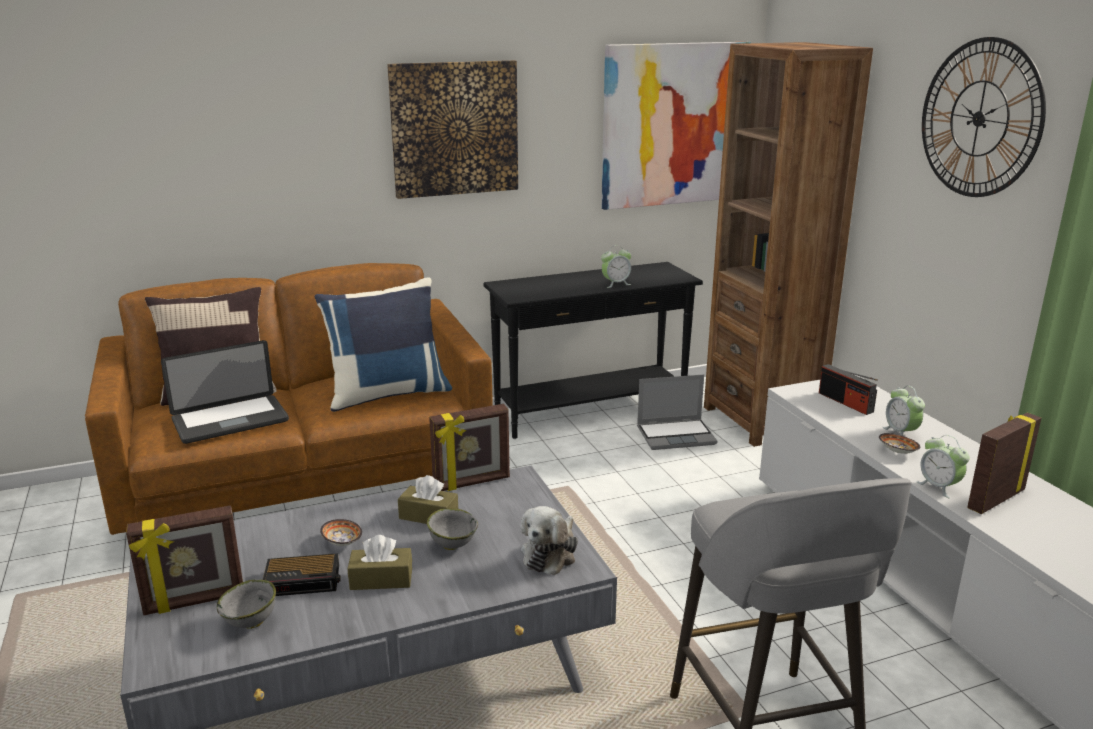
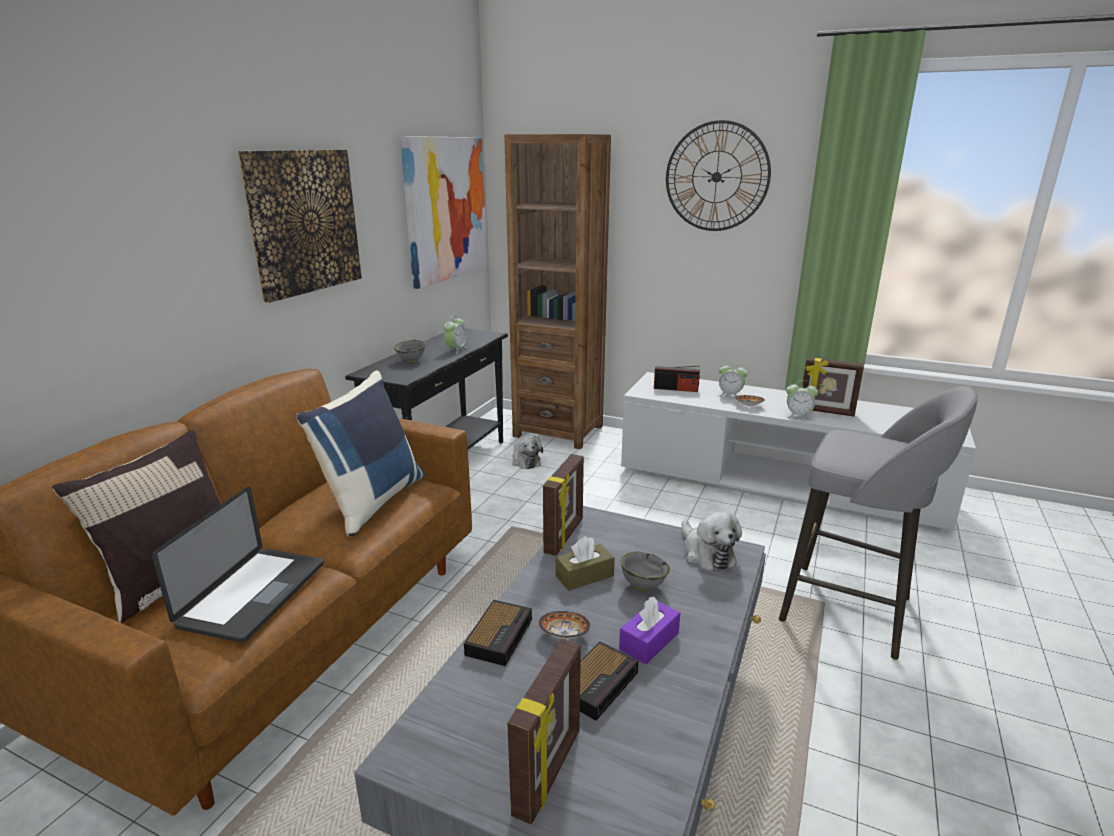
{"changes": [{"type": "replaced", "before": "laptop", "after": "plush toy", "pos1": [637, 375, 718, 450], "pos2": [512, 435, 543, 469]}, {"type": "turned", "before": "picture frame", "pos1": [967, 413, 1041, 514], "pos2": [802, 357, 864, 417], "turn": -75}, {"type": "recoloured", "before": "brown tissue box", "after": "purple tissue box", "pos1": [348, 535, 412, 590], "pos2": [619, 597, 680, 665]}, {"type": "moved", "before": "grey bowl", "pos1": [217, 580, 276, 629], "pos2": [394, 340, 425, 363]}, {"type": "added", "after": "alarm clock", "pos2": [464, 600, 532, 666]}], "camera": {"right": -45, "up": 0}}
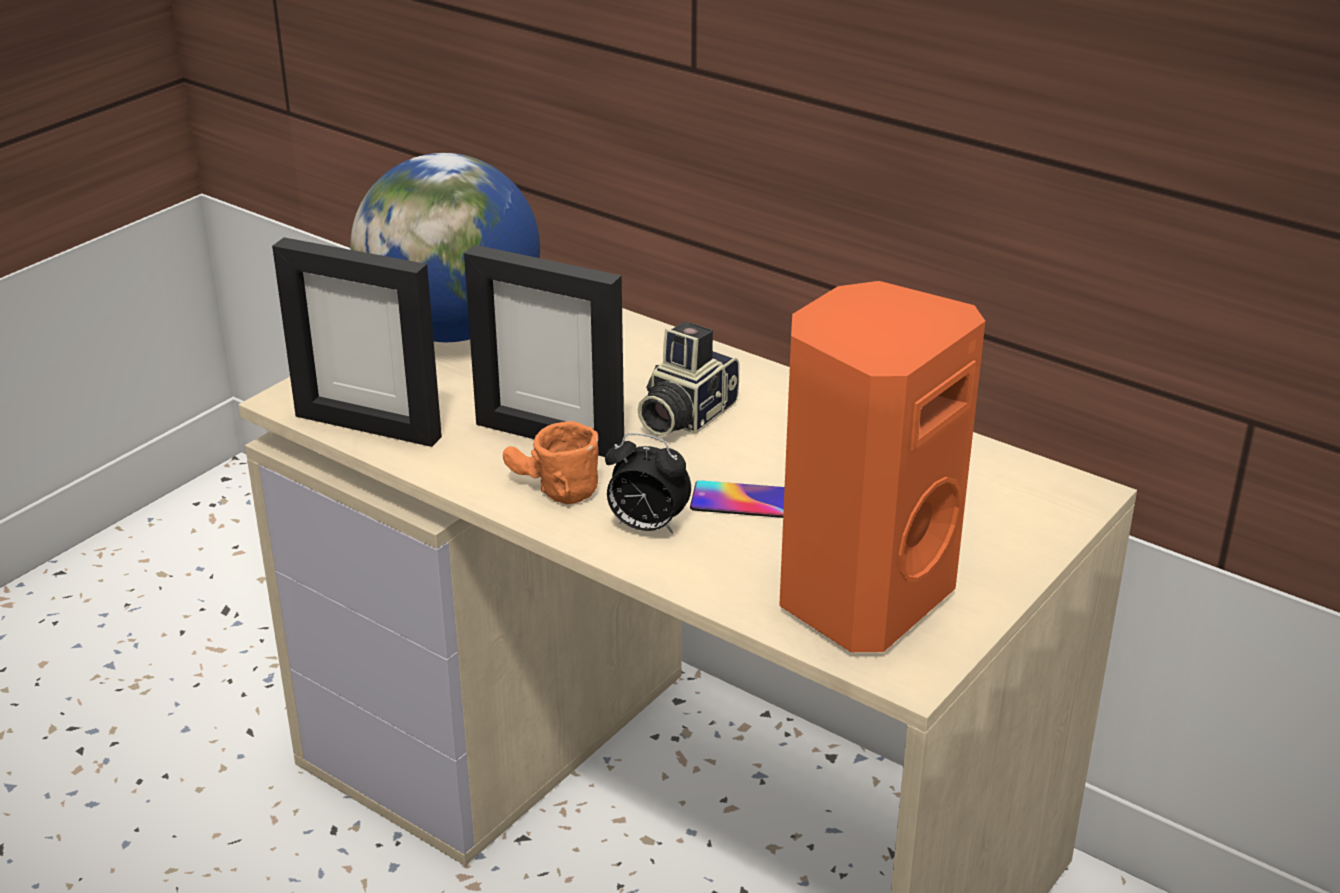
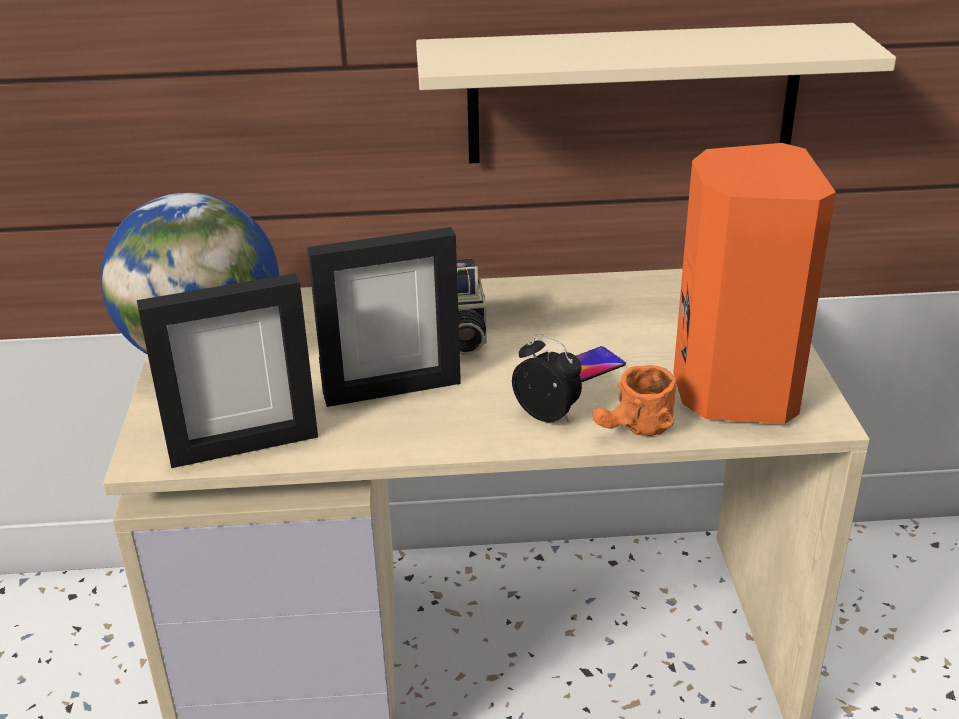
{"changes": [{"type": "moved", "before": "orange mug", "pos1": [503, 421, 598, 504], "pos2": [592, 365, 677, 436]}, {"type": "turned", "before": "alarm clock", "pos1": [605, 433, 691, 534], "pos2": [512, 334, 582, 422], "turn": -120}, {"type": "added", "after": "beige shelf", "pos2": [416, 23, 896, 163]}], "camera": {"right": -40, "up": 0}}
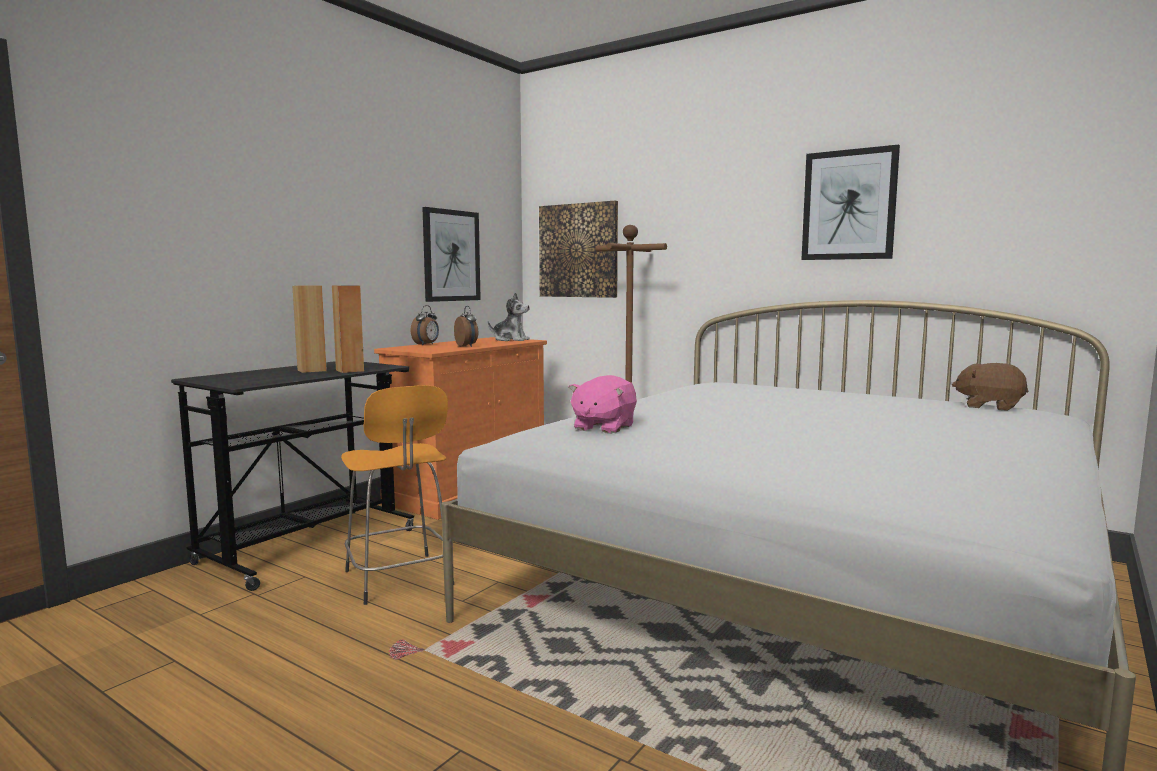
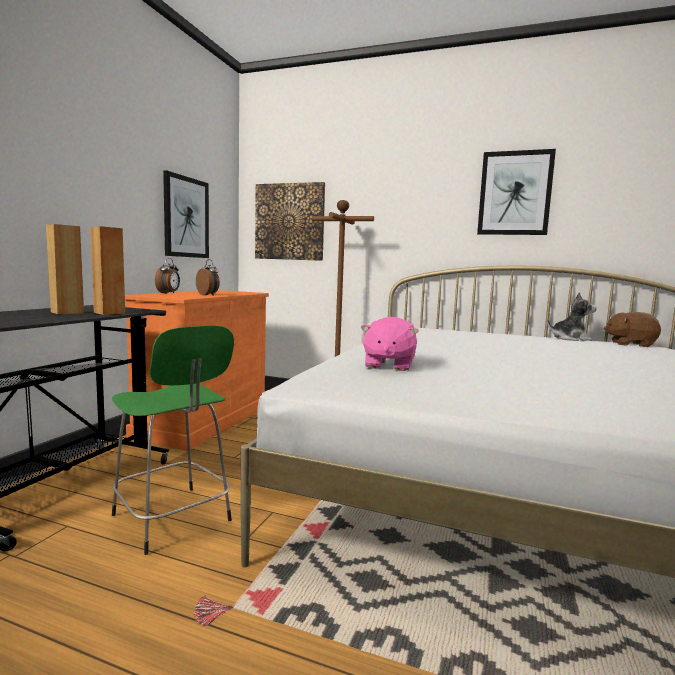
{"changes": [{"type": "moved", "before": "plush toy", "pos1": [488, 292, 530, 341], "pos2": [547, 293, 597, 341]}, {"type": "recoloured", "before": "orange stool", "after": "green stool", "pos1": [341, 385, 454, 605], "pos2": [112, 325, 234, 555]}], "camera": {"right": -15, "up": 0}}
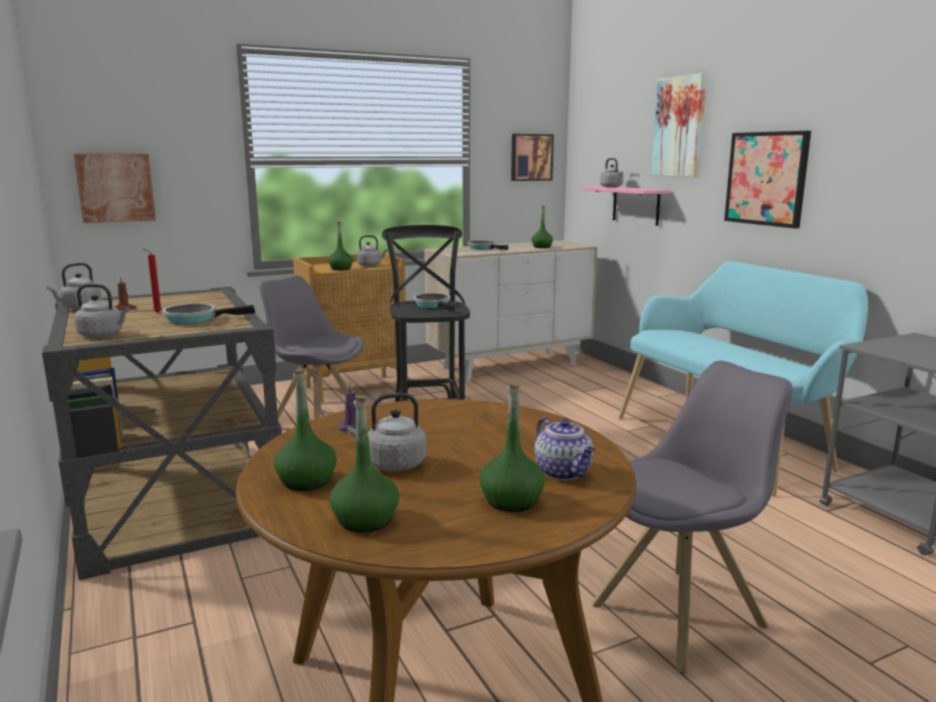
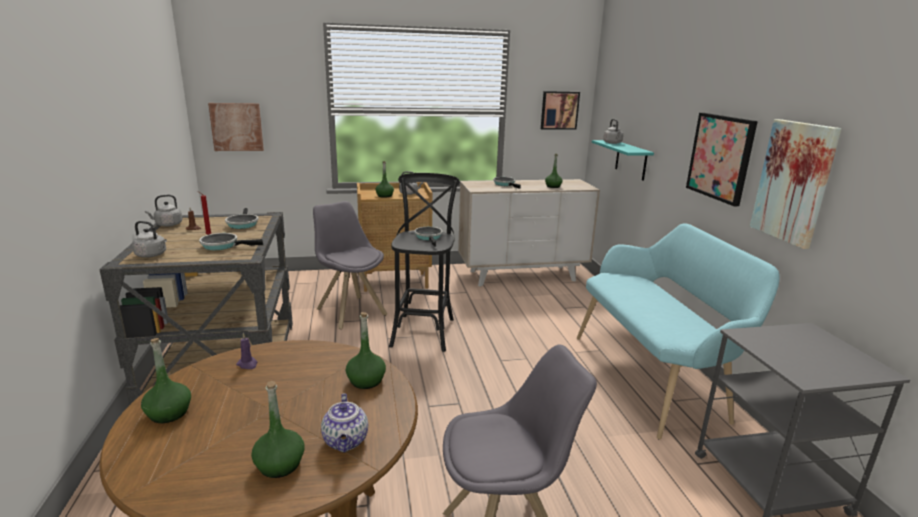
{"changes": [{"type": "moved", "before": "picture", "pos1": [651, 73, 707, 177], "pos2": [750, 119, 842, 249]}, {"type": "recoloured", "before": "pink shelf", "after": "turquoise shelf", "pos1": [583, 186, 670, 226], "pos2": [592, 140, 654, 181]}, {"type": "removed", "before": "grey kettle", "pos1": [348, 393, 426, 471]}, {"type": "moved", "before": "green bottle", "pos1": [330, 395, 399, 533], "pos2": [346, 312, 386, 389]}, {"type": "added", "after": "frying pan", "pos2": [225, 208, 259, 229]}], "camera": {"right": 15, "up": 5}}
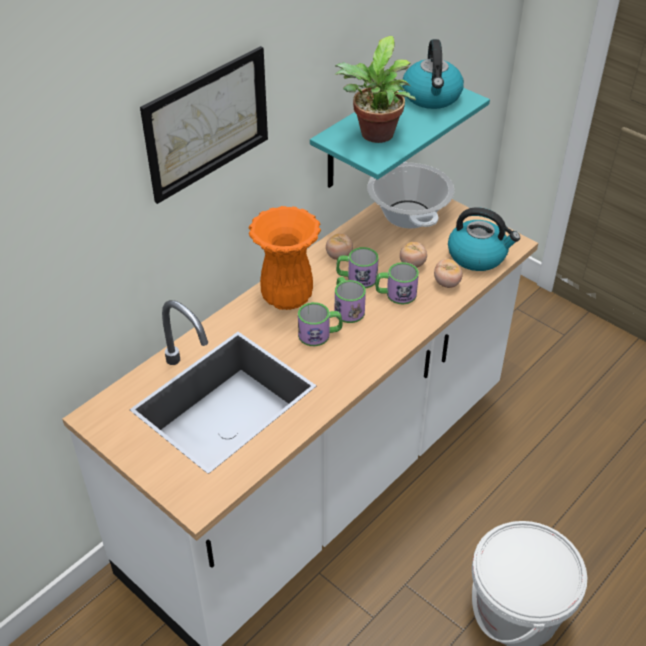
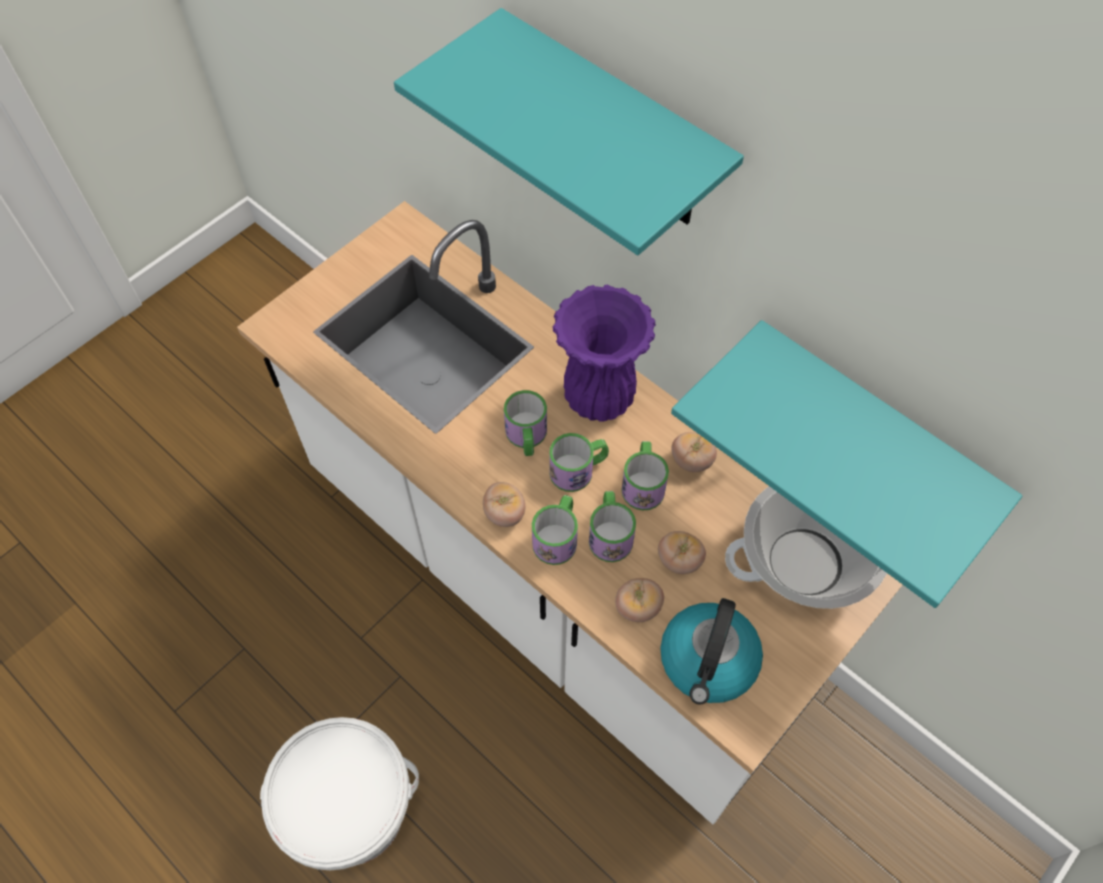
{"changes": [{"type": "removed", "before": "potted plant", "pos1": [335, 36, 416, 143]}, {"type": "removed", "before": "kettle", "pos1": [402, 39, 464, 109]}, {"type": "replaced", "before": "picture", "after": "turquoise shelf", "pos1": [140, 46, 268, 204], "pos2": [394, 8, 744, 255]}, {"type": "recoloured", "before": "orange vase", "after": "purple vase", "pos1": [249, 206, 321, 310], "pos2": [553, 285, 656, 422]}, {"type": "added", "after": "tomato", "pos2": [483, 482, 525, 527]}, {"type": "added", "after": "mug", "pos2": [532, 495, 578, 565]}], "camera": {"right": 90, "up": 15}}
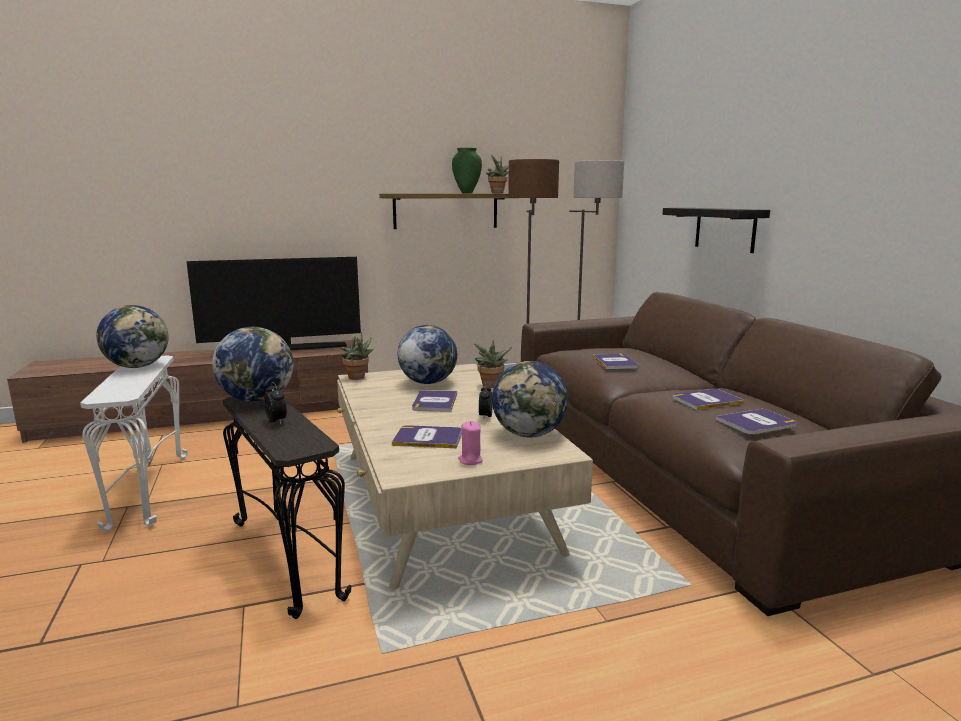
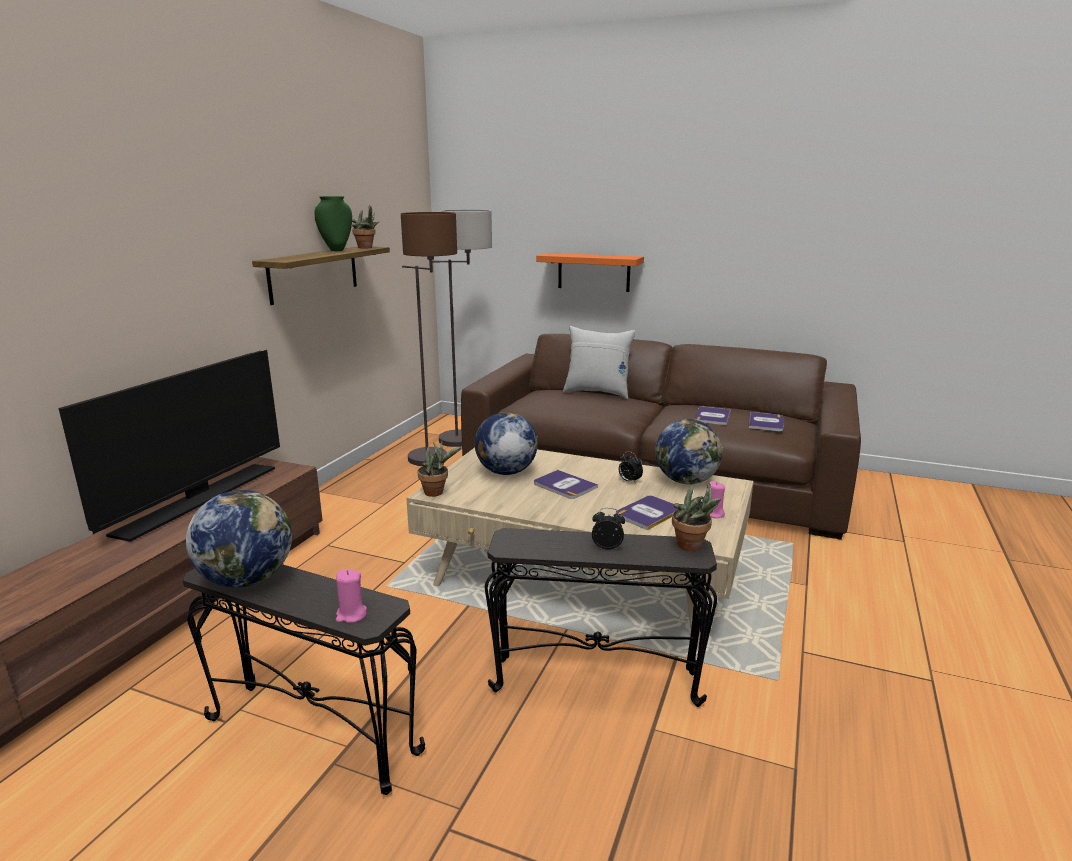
{"changes": [{"type": "recoloured", "before": "black shelf", "after": "orange shelf", "pos1": [662, 208, 770, 253], "pos2": [536, 253, 644, 292]}, {"type": "removed", "before": "globe", "pos1": [212, 327, 293, 402]}, {"type": "moved", "before": "potted plant", "pos1": [474, 340, 512, 388], "pos2": [672, 483, 721, 551]}, {"type": "removed", "before": "book", "pos1": [593, 354, 638, 369]}, {"type": "recoloured", "before": "white side table", "after": "black side table", "pos1": [80, 355, 188, 533], "pos2": [183, 564, 425, 795]}, {"type": "added", "after": "grey pillow", "pos2": [563, 326, 635, 399]}, {"type": "added", "after": "pink candle", "pos2": [336, 569, 367, 623]}], "camera": {"right": -50, "up": 5}}
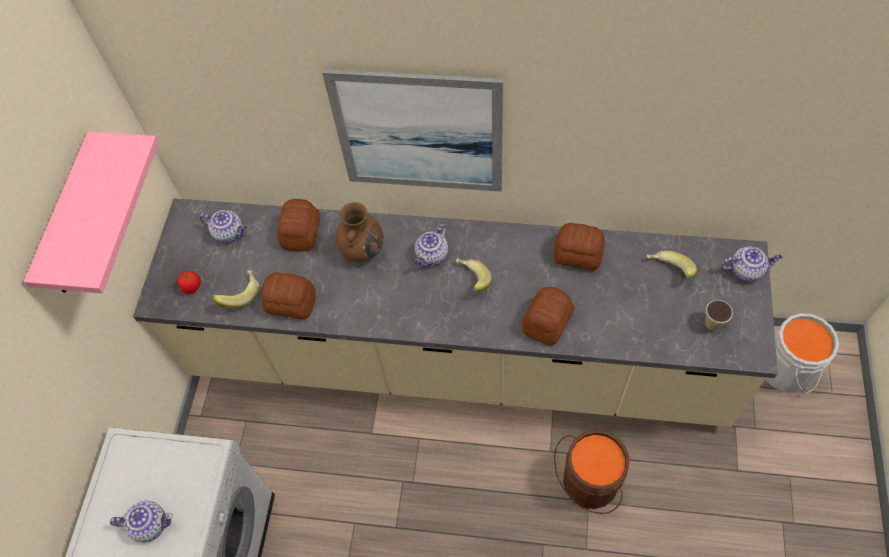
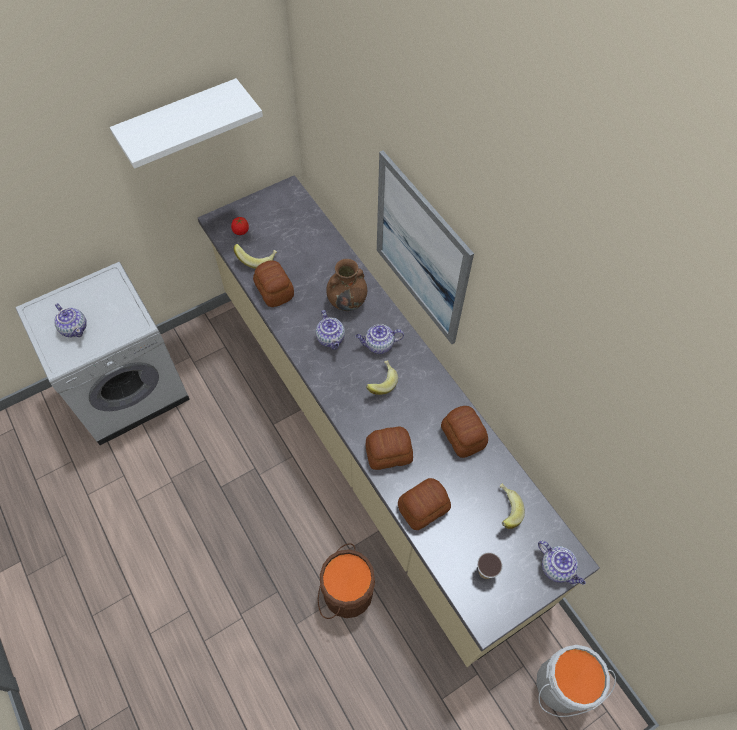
{"changes": [{"type": "recoloured", "before": "pink shelf", "after": "white shelf", "pos1": [24, 132, 159, 293], "pos2": [110, 78, 263, 169]}, {"type": "moved", "before": "bread", "pos1": [277, 199, 320, 252], "pos2": [398, 478, 451, 530]}, {"type": "moved", "before": "teapot", "pos1": [200, 210, 247, 243], "pos2": [315, 310, 345, 350]}], "camera": {"right": 45, "up": 0}}
